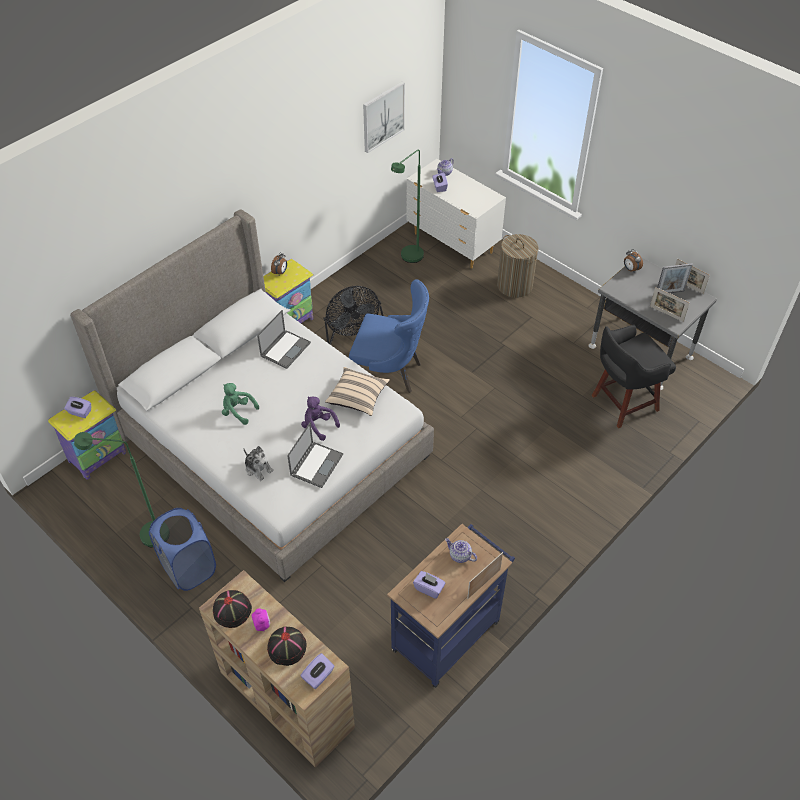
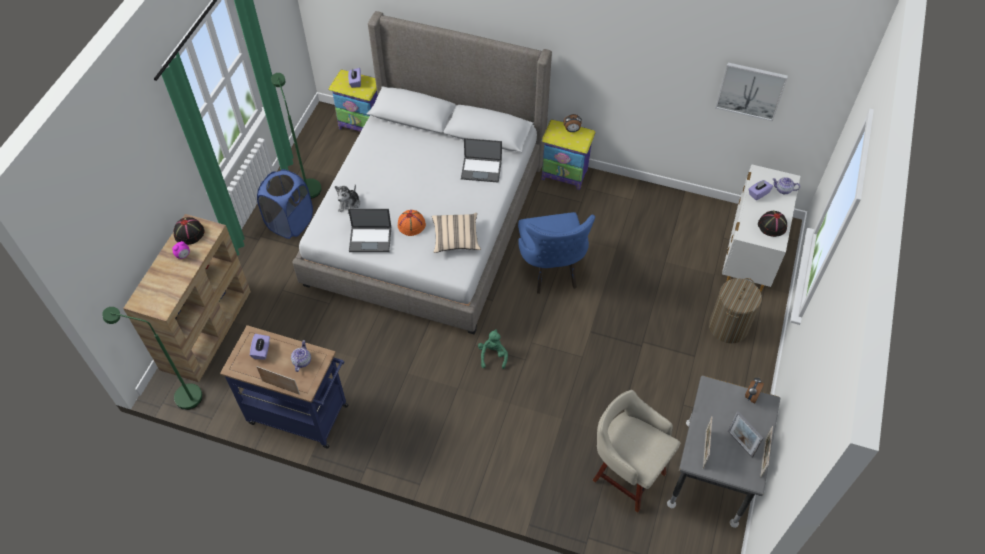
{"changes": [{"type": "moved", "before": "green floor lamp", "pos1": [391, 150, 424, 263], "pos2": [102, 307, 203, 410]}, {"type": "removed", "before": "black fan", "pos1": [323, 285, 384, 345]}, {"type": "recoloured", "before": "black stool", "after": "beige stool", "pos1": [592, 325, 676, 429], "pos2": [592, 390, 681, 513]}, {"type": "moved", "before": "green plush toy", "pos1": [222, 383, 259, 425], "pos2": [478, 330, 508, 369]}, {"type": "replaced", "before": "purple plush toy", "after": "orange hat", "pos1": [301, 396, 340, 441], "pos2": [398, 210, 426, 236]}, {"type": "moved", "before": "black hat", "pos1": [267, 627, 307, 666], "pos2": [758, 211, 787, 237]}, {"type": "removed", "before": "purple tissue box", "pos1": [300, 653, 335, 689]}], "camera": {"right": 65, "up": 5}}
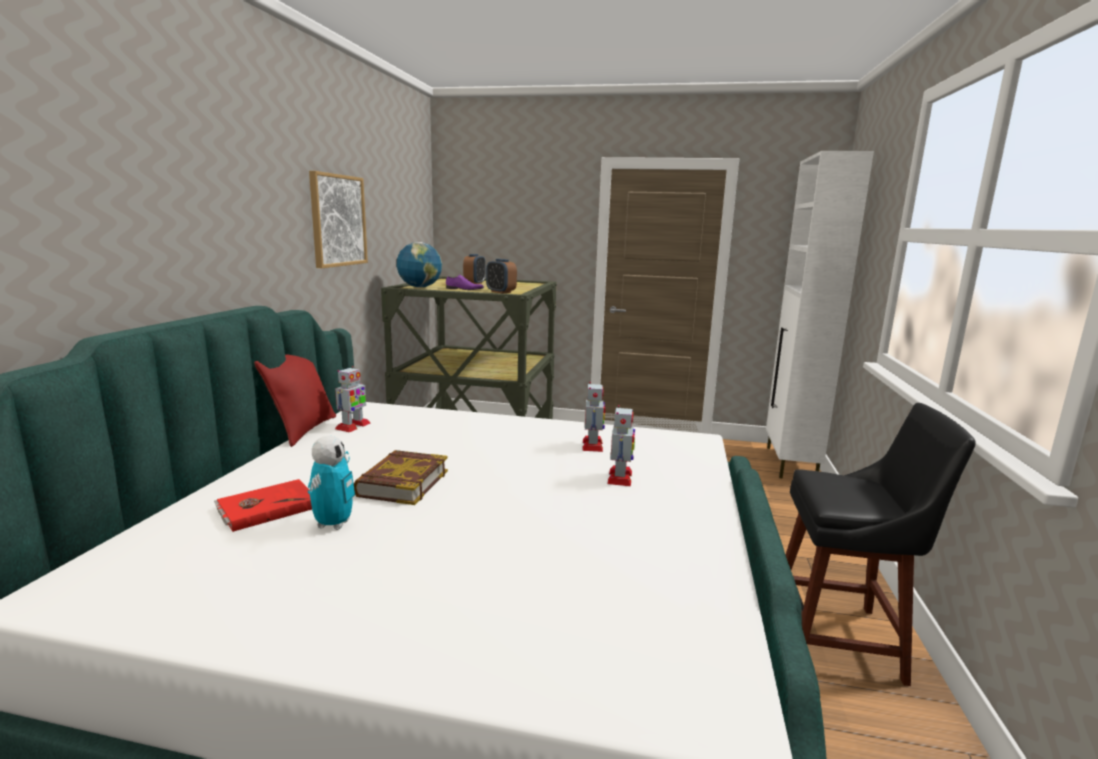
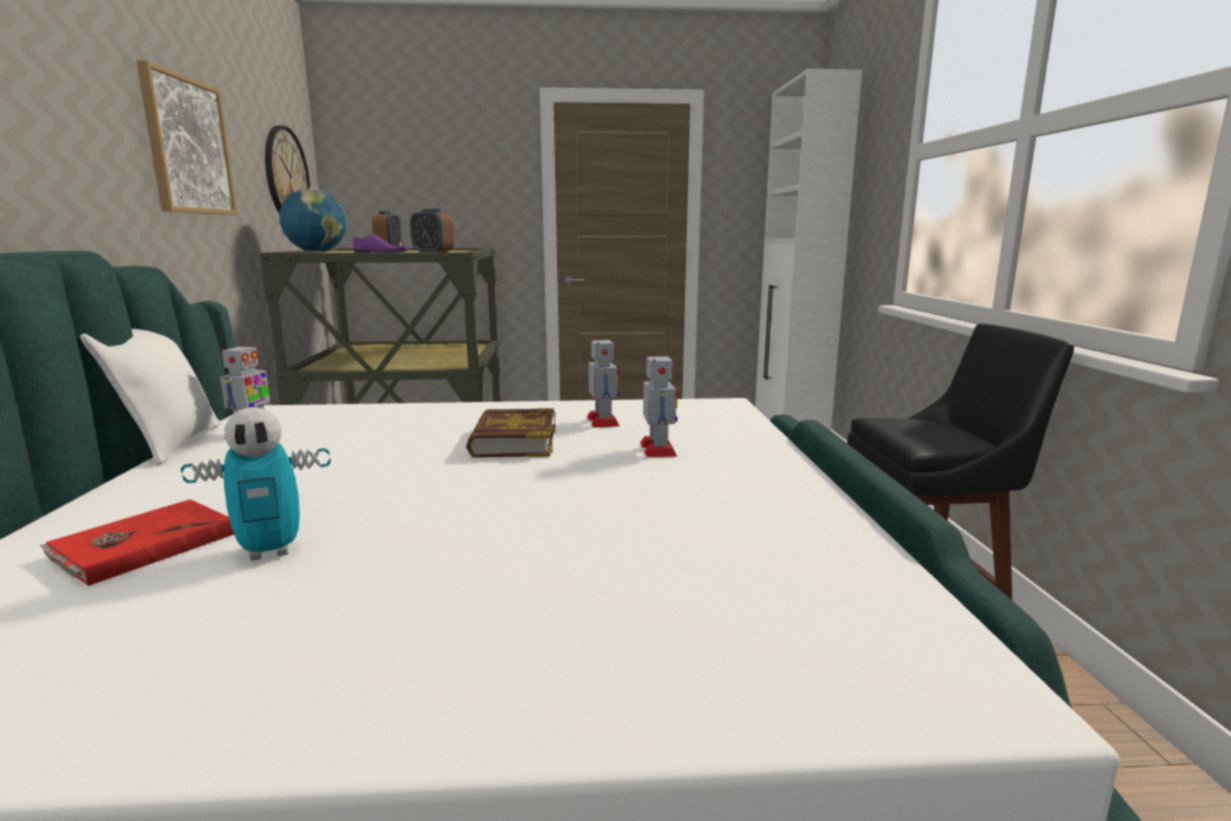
{"changes": [{"type": "recoloured", "before": "red pillow", "after": "white pillow", "pos1": [254, 354, 336, 447], "pos2": [80, 329, 221, 466]}, {"type": "turned", "before": "toy robot", "pos1": [308, 435, 355, 530], "pos2": [181, 407, 331, 561], "turn": 75}, {"type": "moved", "before": "book", "pos1": [354, 450, 448, 505], "pos2": [466, 408, 555, 457]}, {"type": "added", "after": "wall clock", "pos2": [265, 125, 310, 213]}], "camera": {"right": -15, "up": 0}}
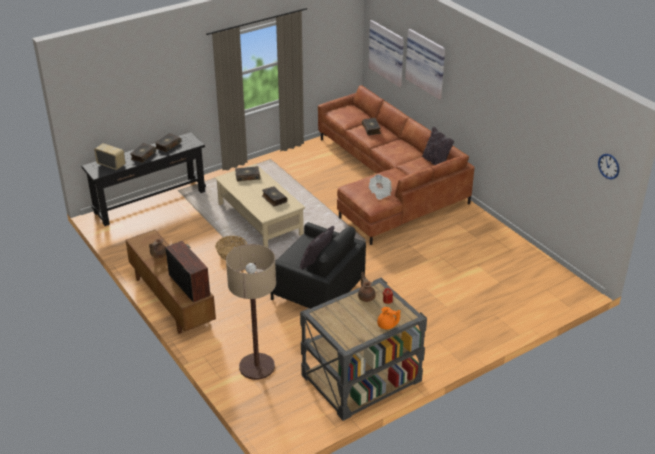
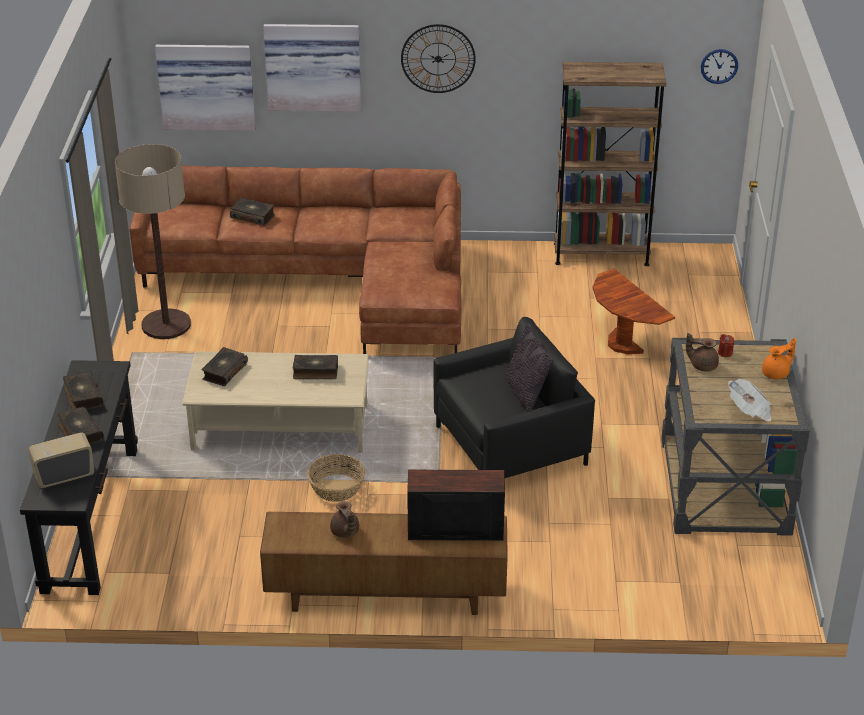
{"changes": [{"type": "removed", "before": "black pillow", "pos1": [422, 126, 454, 165]}, {"type": "moved", "before": "newspaper", "pos1": [369, 174, 391, 200], "pos2": [728, 379, 771, 421]}, {"type": "moved", "before": "floor lamp", "pos1": [226, 244, 276, 380], "pos2": [115, 144, 191, 339]}, {"type": "added", "after": "wall clock", "pos2": [401, 24, 476, 93]}, {"type": "added", "after": "brown bookcase", "pos2": [554, 62, 666, 266]}, {"type": "added", "after": "brown side table", "pos2": [593, 269, 675, 354]}], "camera": {"right": -55, "up": 0}}
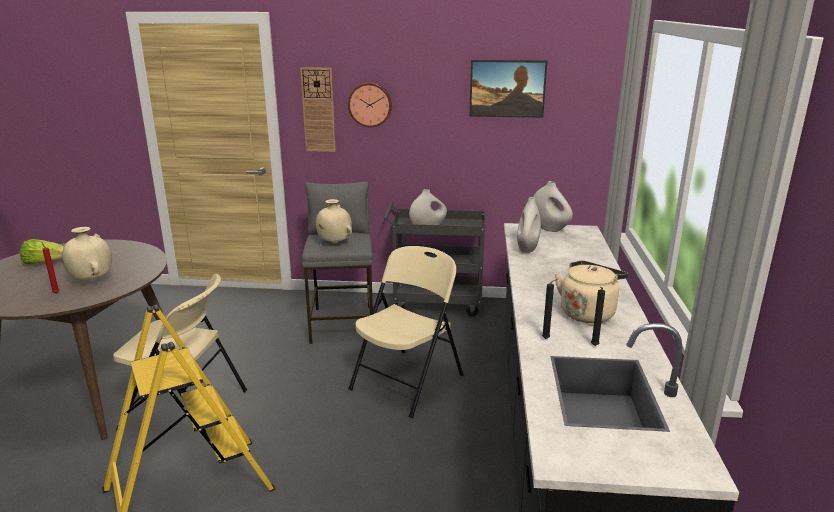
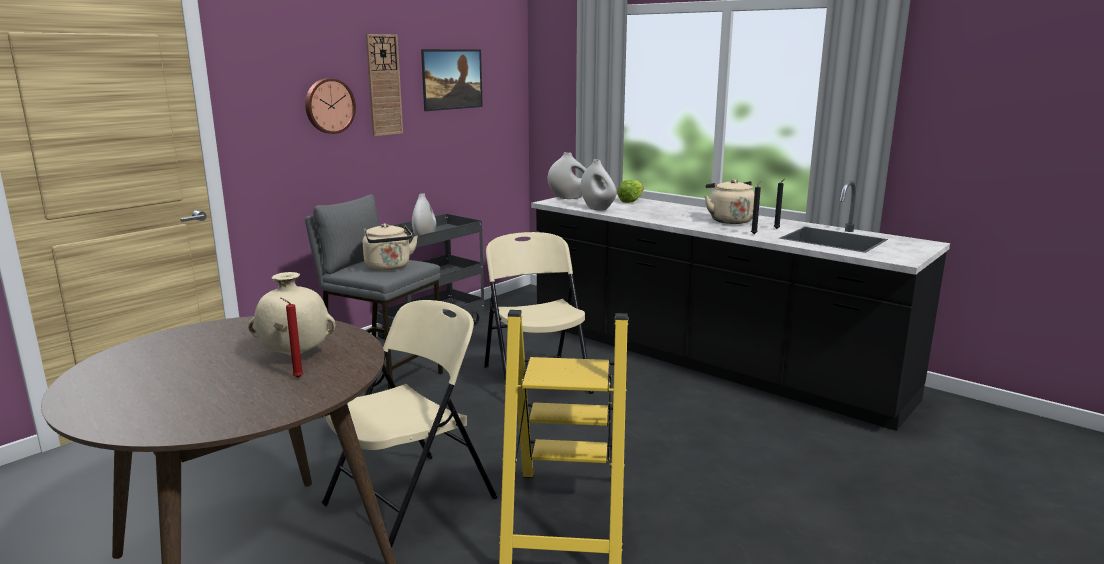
{"changes": [{"type": "moved", "before": "wall clock", "pos1": [300, 67, 336, 152], "pos2": [366, 34, 403, 136]}, {"type": "replaced", "before": "beige vase", "after": "beige kettle", "pos1": [316, 199, 352, 243], "pos2": [363, 223, 418, 271]}, {"type": "moved", "before": "lettuce", "pos1": [20, 239, 64, 264], "pos2": [617, 180, 644, 203]}], "camera": {"right": -55, "up": -5}}
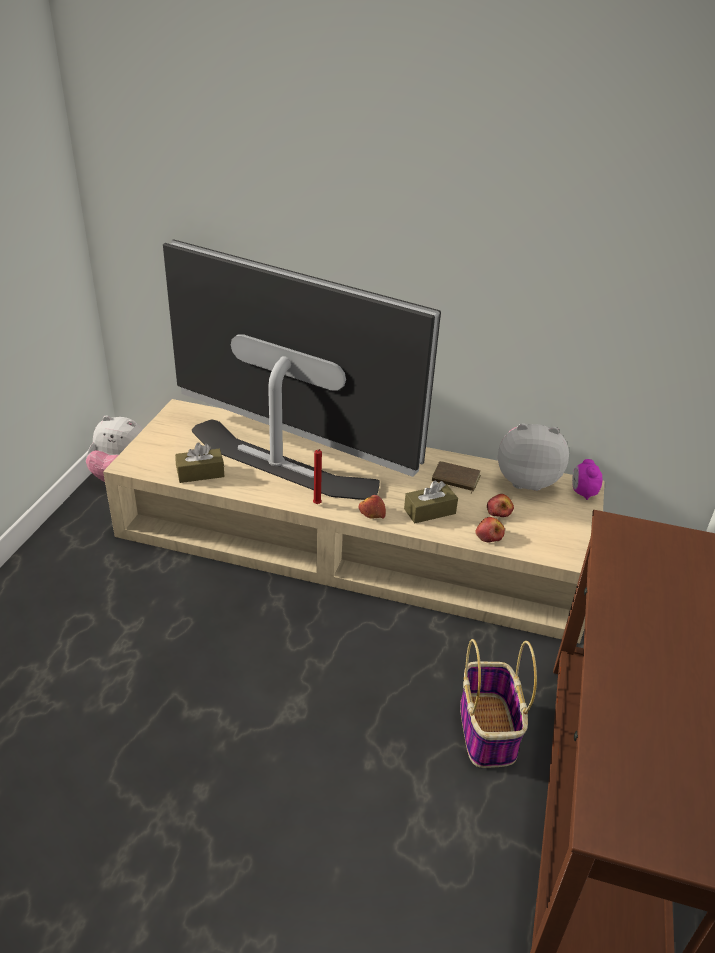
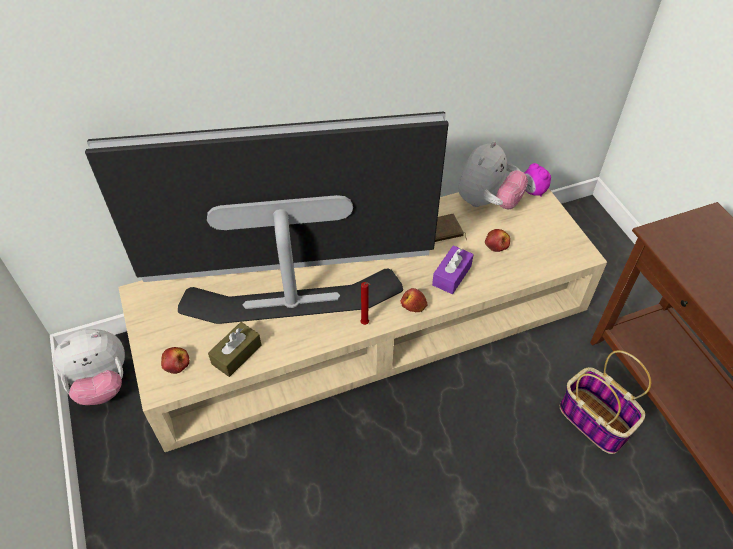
{"changes": [{"type": "turned", "before": "plush toy", "pos1": [498, 423, 569, 491], "pos2": [458, 141, 528, 209], "turn": 150}, {"type": "recoloured", "before": "brown tissue box", "after": "purple tissue box", "pos1": [404, 481, 458, 523], "pos2": [432, 245, 474, 294]}, {"type": "moved", "before": "apple", "pos1": [475, 517, 505, 542], "pos2": [161, 347, 189, 374]}], "camera": {"right": -35, "up": 15}}
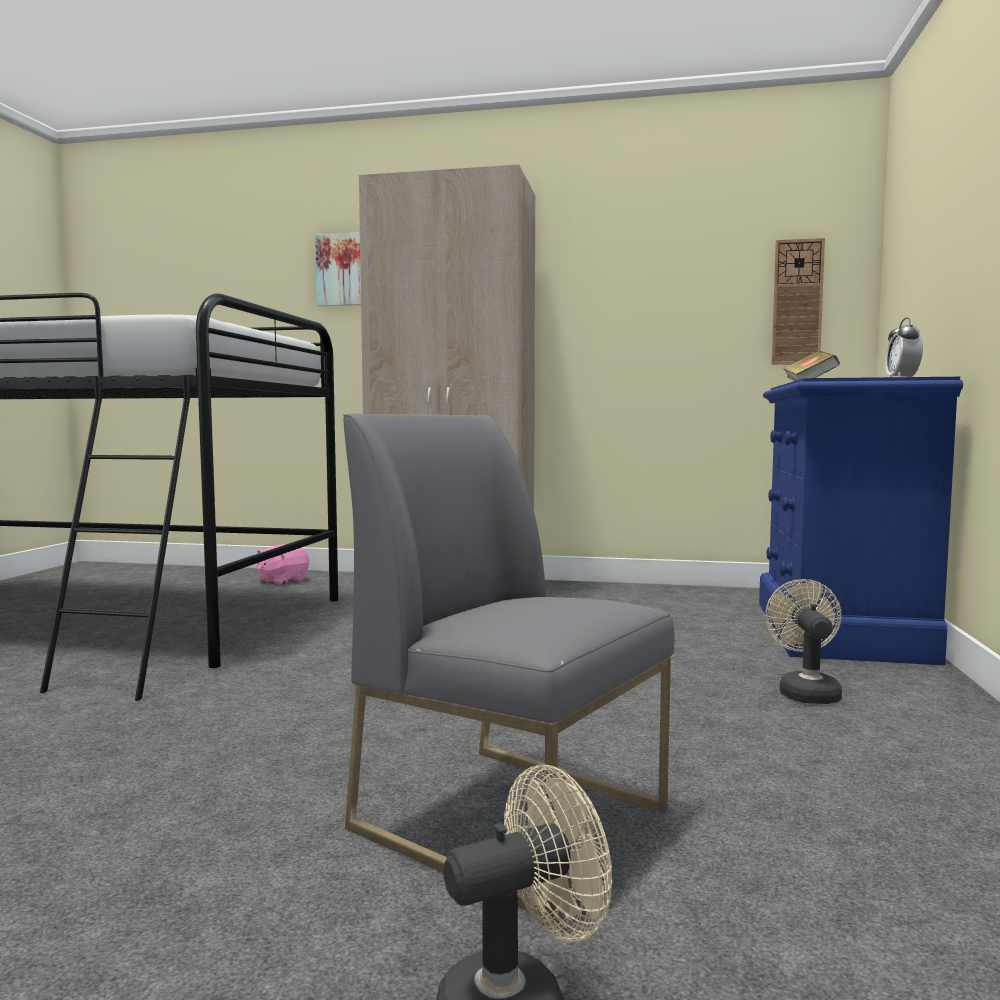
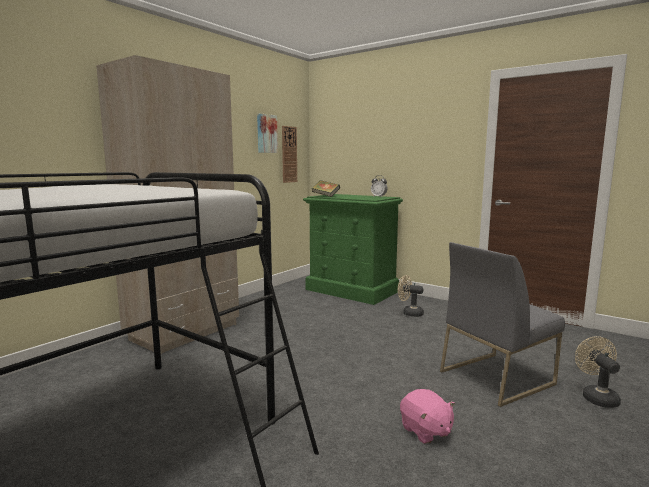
{"changes": [{"type": "moved", "before": "picture", "pos1": [315, 232, 361, 307], "pos2": [257, 113, 278, 153]}, {"type": "recoloured", "before": "blue dresser", "after": "green dresser", "pos1": [759, 377, 963, 665], "pos2": [303, 194, 403, 305]}, {"type": "moved", "before": "pink plush toy", "pos1": [257, 544, 309, 585], "pos2": [400, 389, 455, 444]}], "camera": {"right": -65, "up": 5}}
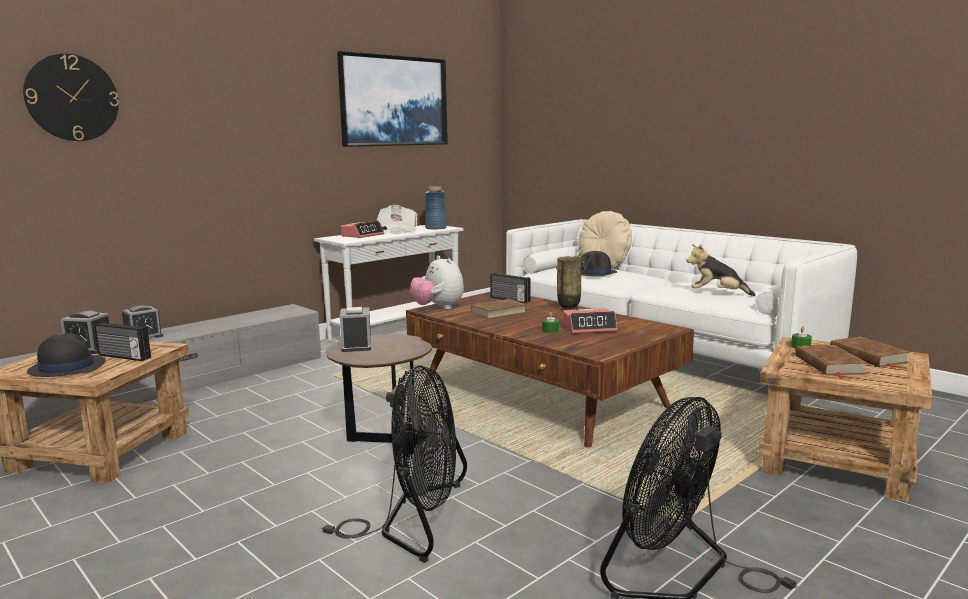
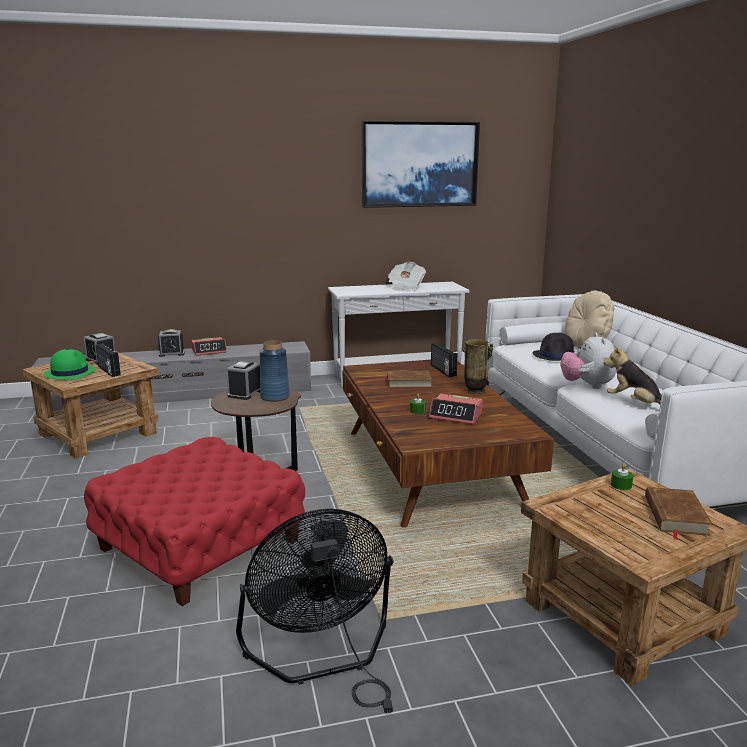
{"changes": [{"type": "removed", "before": "wall clock", "pos1": [23, 54, 119, 141]}, {"type": "moved", "before": "blue vase", "pos1": [425, 186, 447, 229], "pos2": [260, 341, 290, 402]}, {"type": "moved", "before": "alarm clock", "pos1": [341, 221, 384, 238], "pos2": [191, 337, 227, 356]}, {"type": "moved", "before": "plush toy", "pos1": [410, 256, 464, 309], "pos2": [560, 333, 616, 389]}, {"type": "recoloured", "before": "black hat", "after": "green hat", "pos1": [27, 333, 106, 377], "pos2": [44, 349, 96, 380]}, {"type": "removed", "before": "brown book", "pos1": [795, 345, 868, 379]}, {"type": "replaced", "before": "black fan", "after": "red ottoman", "pos1": [323, 365, 467, 563], "pos2": [84, 437, 305, 606]}], "camera": {"right": 30, "up": 5}}
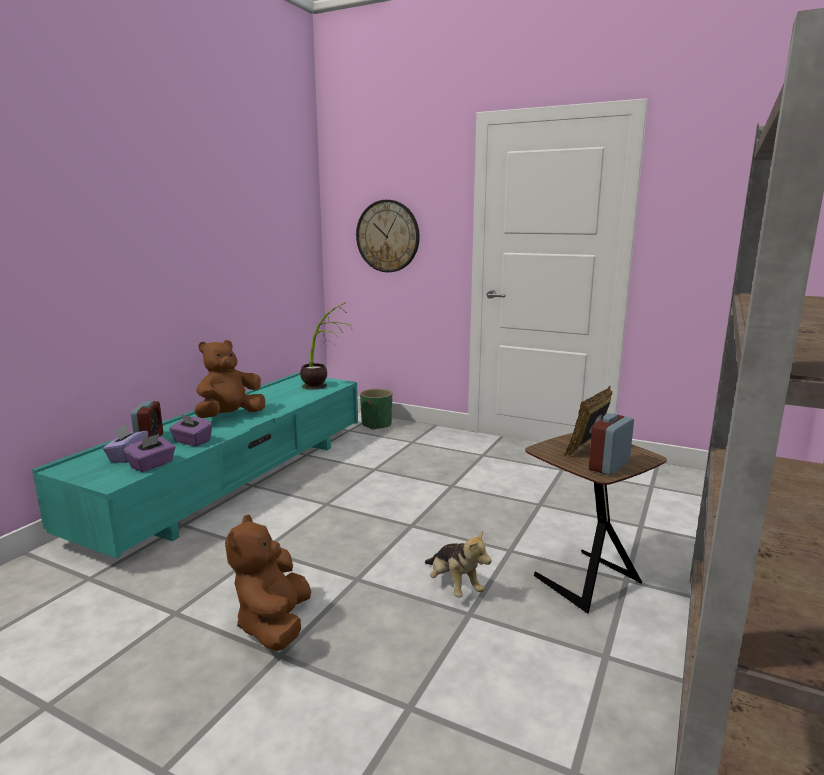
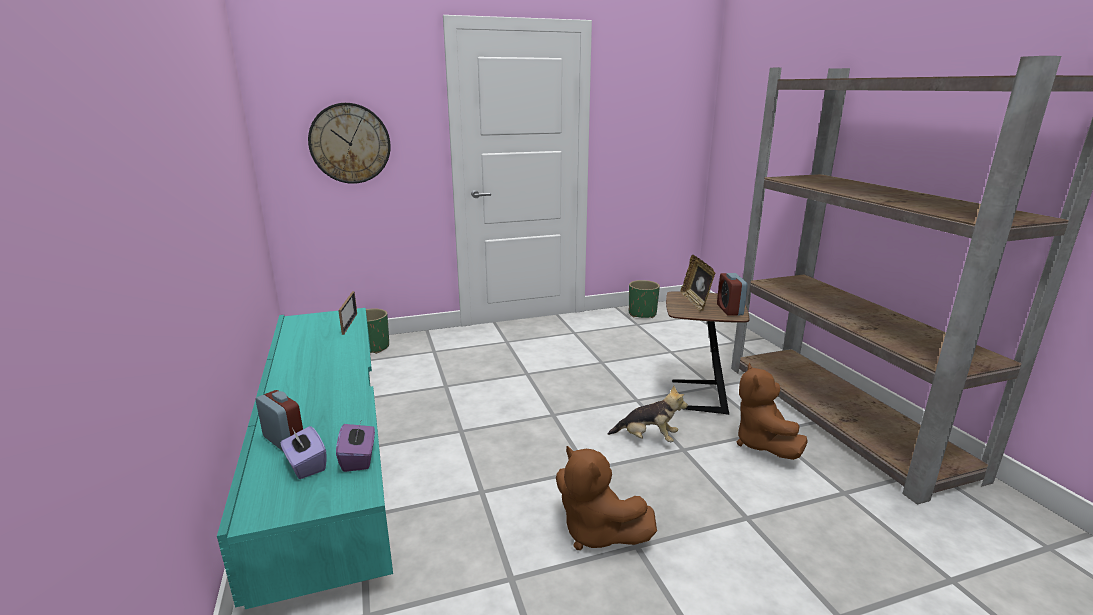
{"changes": [{"type": "replaced", "before": "potted plant", "after": "picture frame", "pos1": [300, 302, 353, 390], "pos2": [338, 291, 357, 335]}, {"type": "moved", "before": "brown plush toy", "pos1": [194, 340, 265, 418], "pos2": [737, 363, 808, 460]}, {"type": "removed", "before": "purple tissue box", "pos1": [169, 414, 212, 446]}, {"type": "added", "after": "green planter", "pos2": [629, 280, 660, 318]}], "camera": {"right": -45, "up": 5}}
